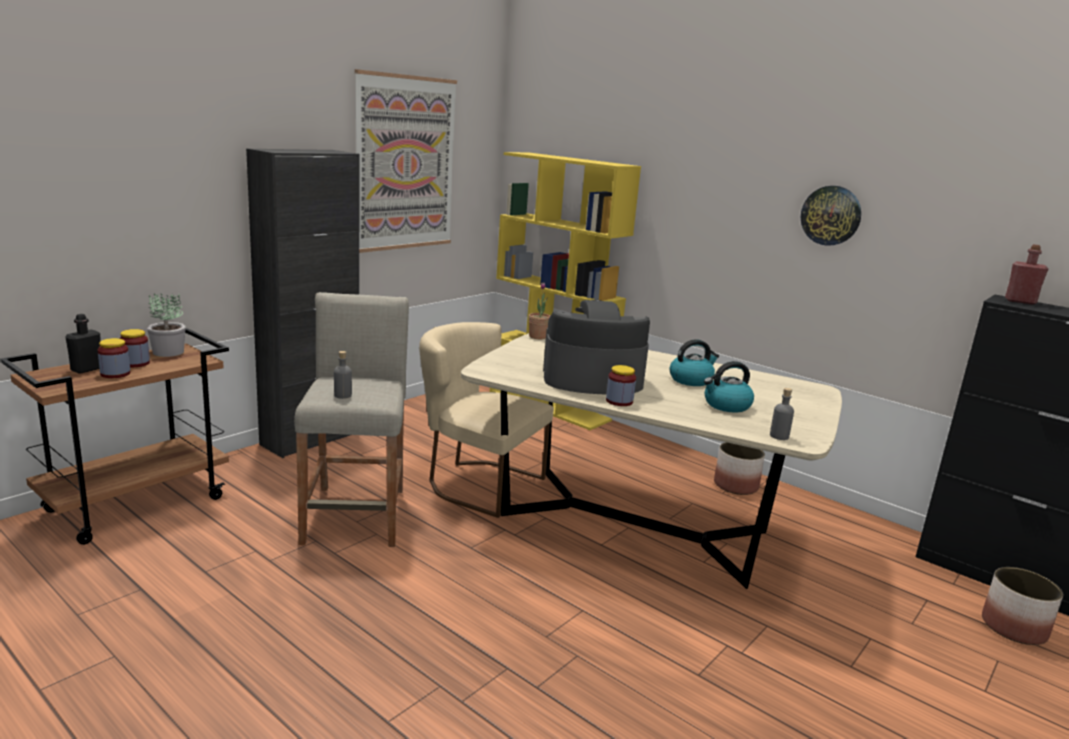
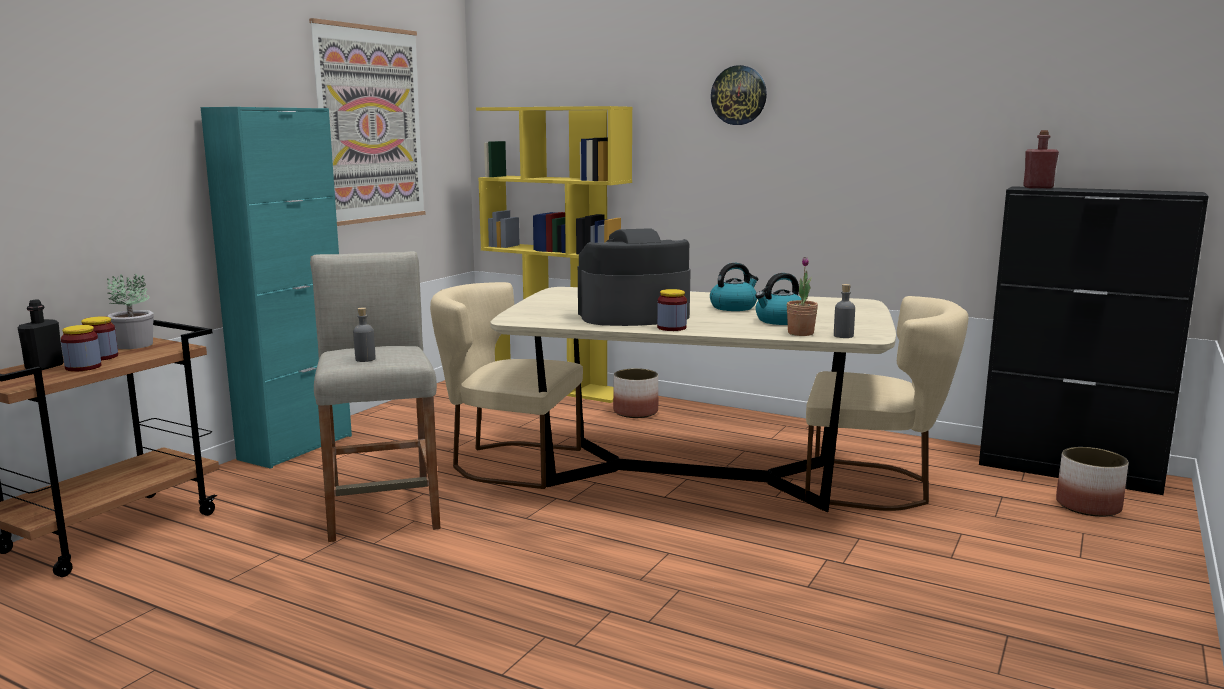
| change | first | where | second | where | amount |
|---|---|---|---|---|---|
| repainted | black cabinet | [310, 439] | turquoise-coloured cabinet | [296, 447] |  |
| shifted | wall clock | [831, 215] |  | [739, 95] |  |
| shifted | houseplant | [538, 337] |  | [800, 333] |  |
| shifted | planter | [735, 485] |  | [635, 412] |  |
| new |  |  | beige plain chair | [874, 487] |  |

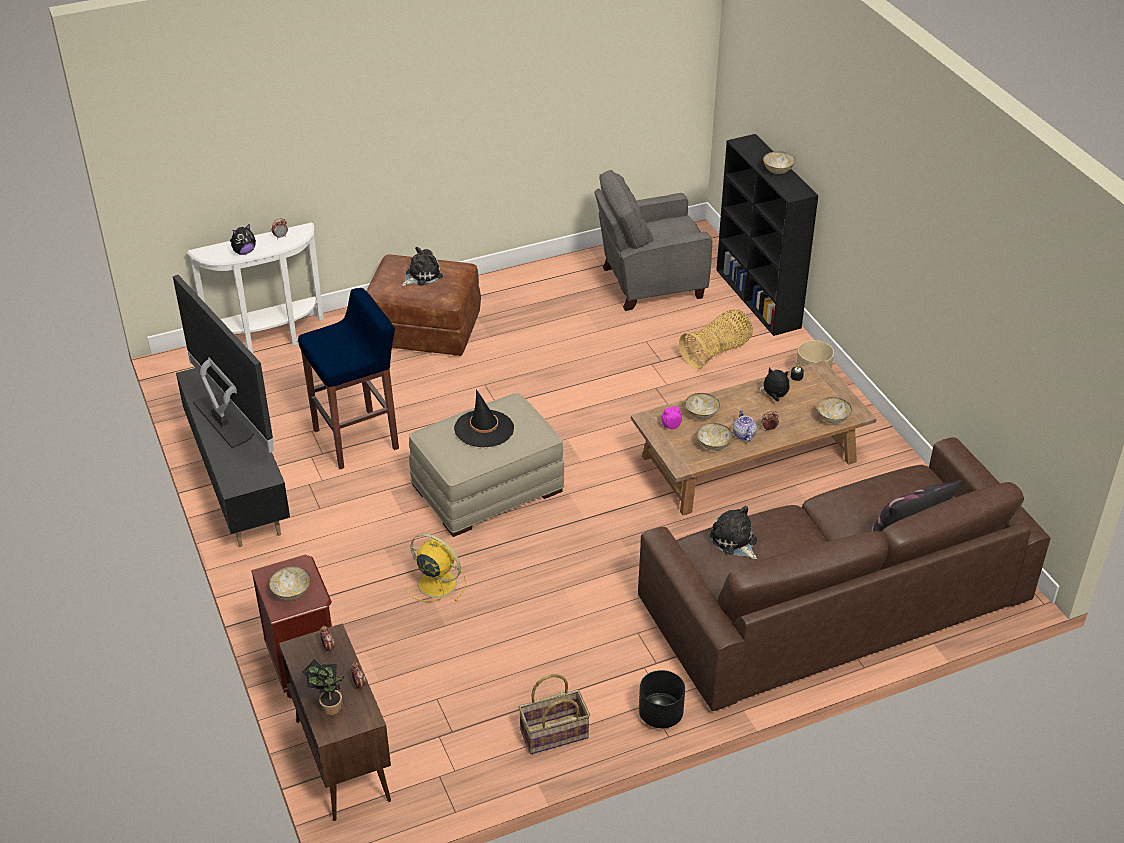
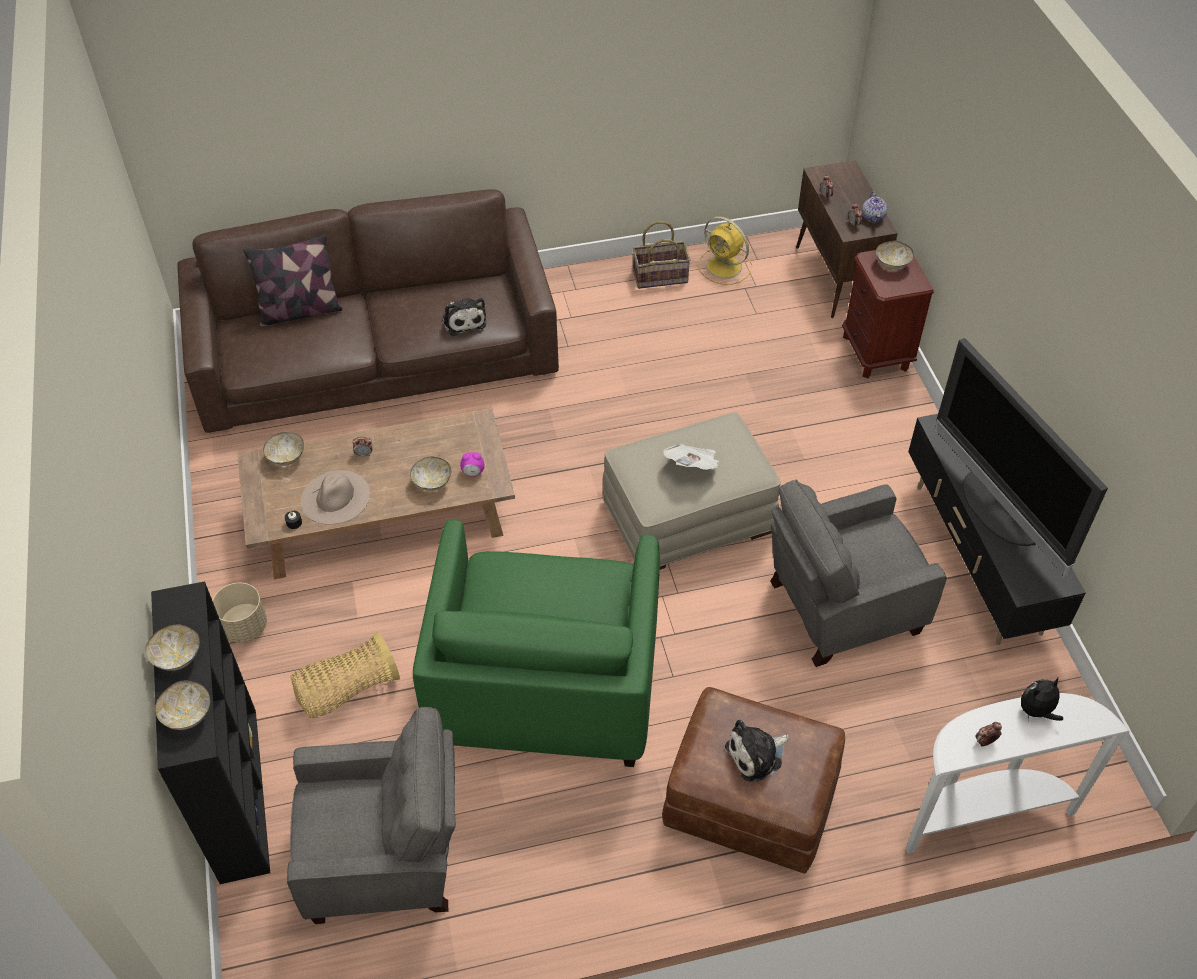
| change | first | where | second | where | amount |
|---|---|---|---|---|---|
| swapped | blue-coloured sitting stool | [357, 439] | grey armchair | [840, 607] |  |
| swapped | cuddly toy | [774, 396] | beige wearable hat | [335, 497] |  |
| swapped | black wearable hat | [484, 429] | newspaper | [693, 466] |  |
| shifted | pot for tea | [743, 434] |  | [873, 217] |  |
| shifted | bowl | [713, 446] |  | [188, 715] |  |
| shifted | yellow cooling fan | [435, 583] |  | [725, 267] |  |
| gone | houseplant | [328, 706] |  |  |  |
| gone | black planter | [660, 715] |  |  |  |
| new |  |  | green-coloured armchair | [544, 683] |  |

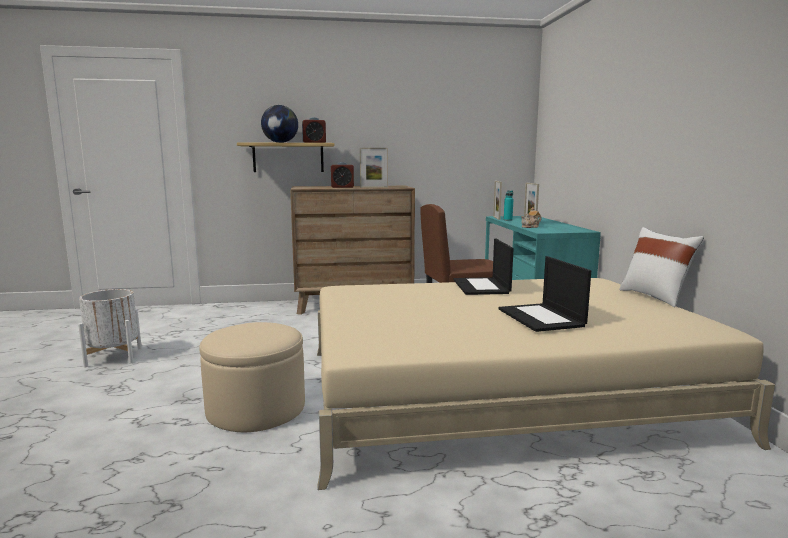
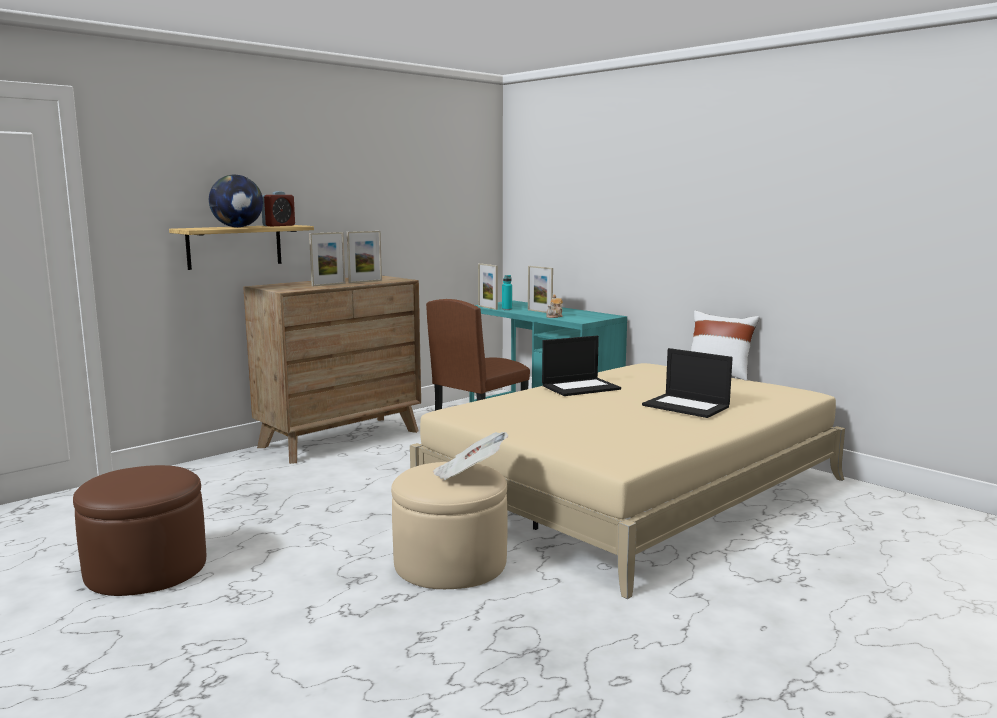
| change | first | where | second | where | amount |
|---|---|---|---|---|---|
| swapped | table clock | [342, 187] | picture frame | [328, 284] |  |
| rotated | laptop | [482, 287] |  | [581, 387] | 75 degrees counterclockwise |
| swapped | white planter | [114, 357] | brownish footrest | [146, 569] |  |
| new |  |  | newspaper | [469, 475] |  |

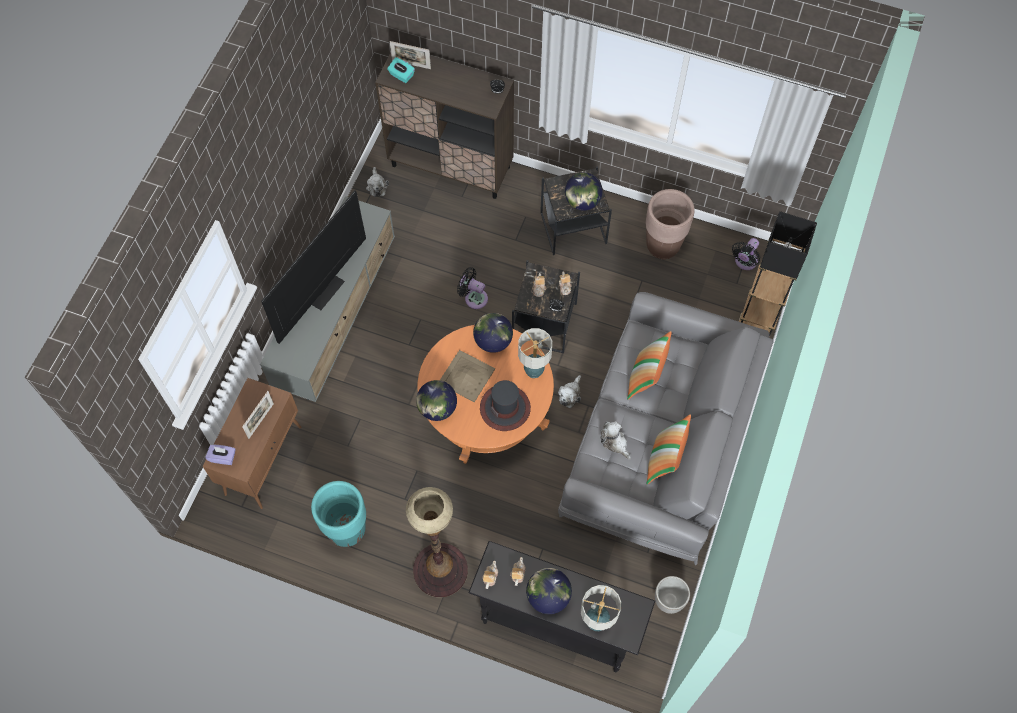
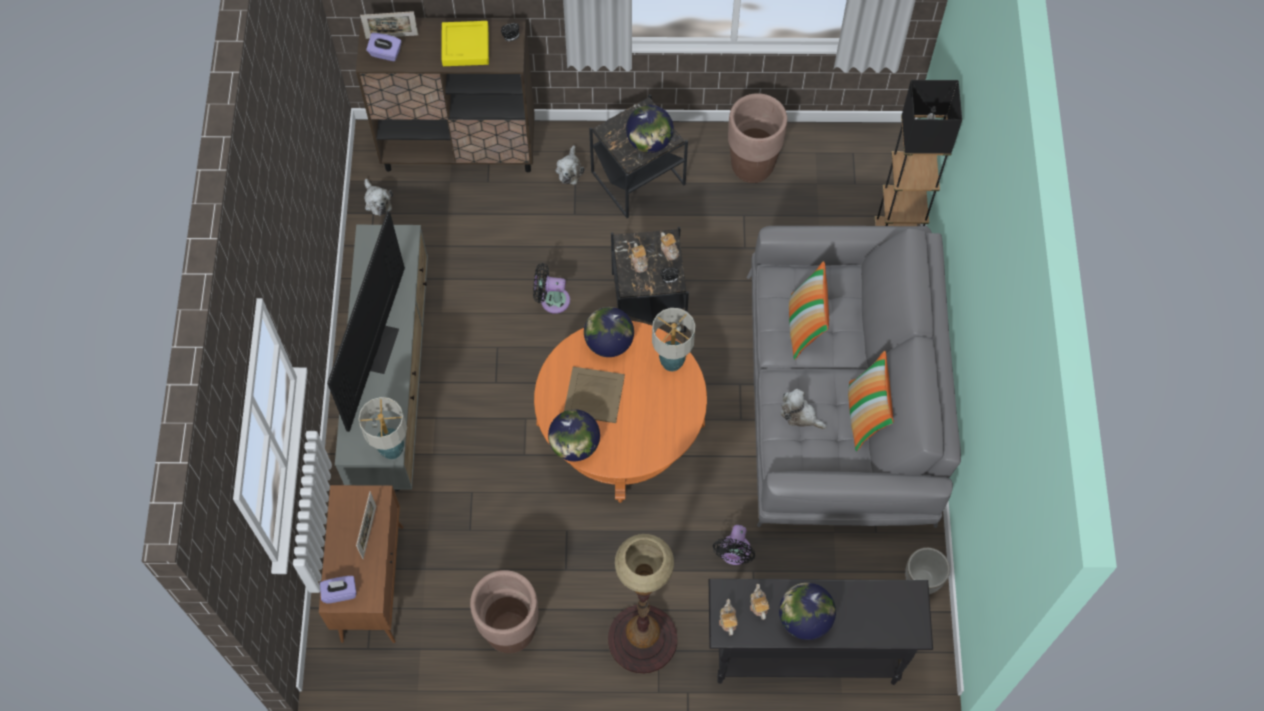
| change | first | where | second | where | amount |
|---|---|---|---|---|---|
| repainted | turquoise-coloured tissue holder | [401, 75] | purple-coloured tissue holder | [385, 53] |  |
| shifted | black cooling fan | [744, 262] |  | [734, 553] |  |
| shifted | cuddly toy | [570, 394] |  | [570, 170] |  |
| gone | wearable hat | [505, 408] |  |  |  |
| repainted | turquoise-coloured planter | [346, 530] | brownish planter | [510, 631] |  |
| shifted | lamp for a table | [596, 622] |  | [391, 450] |  |
| new |  |  | yellow carrying tray | [465, 46] |  |

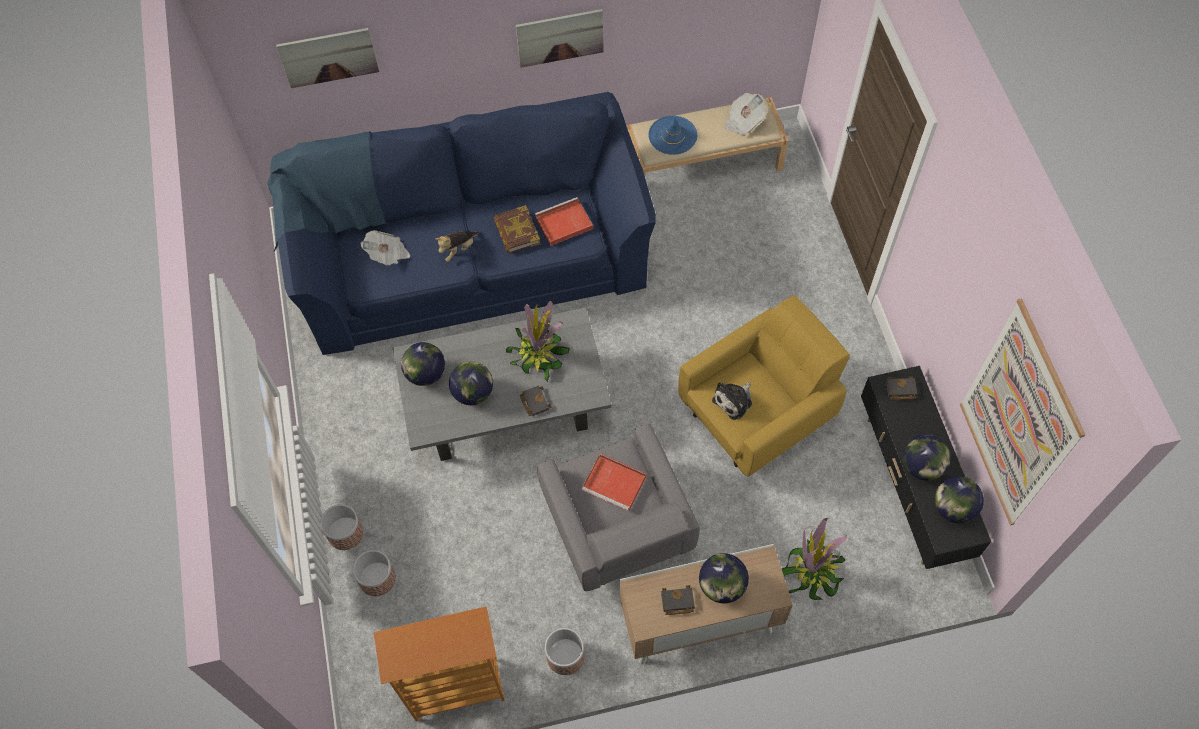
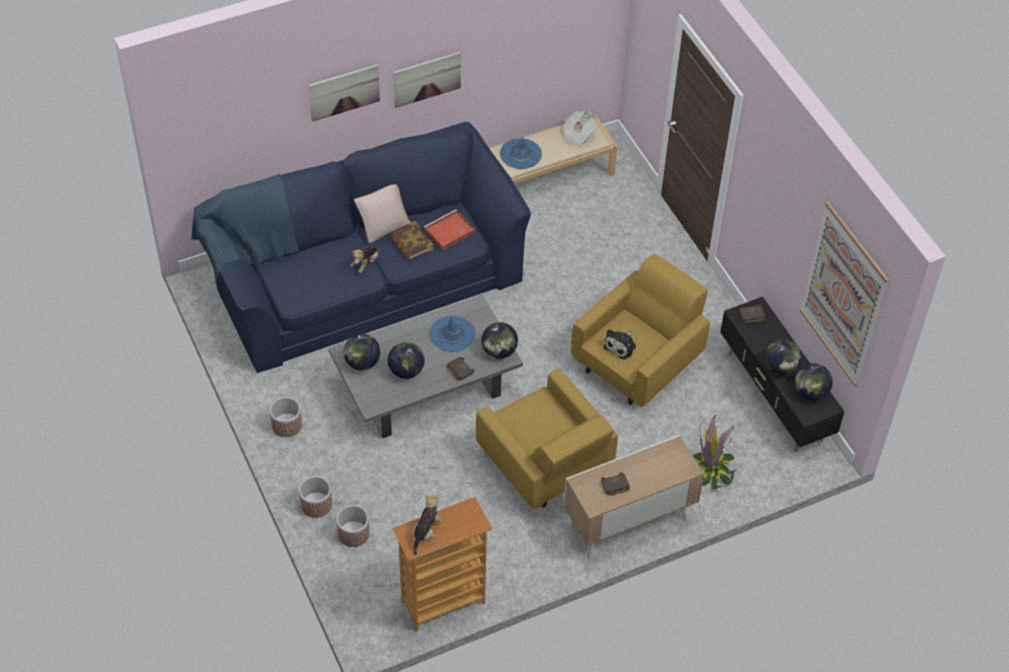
| change | first | where | second | where | amount |
|---|---|---|---|---|---|
| shifted | picture | [328, 57] |  | [344, 92] |  |
| gone | newspaper | [388, 254] |  |  |  |
| swapped | houseplant | [538, 353] | blue-coloured wearable hat | [452, 334] |  |
| repainted | grey armchair | [618, 529] | yellow armchair | [545, 465] |  |
| gone | red-coloured carrying tray | [615, 483] |  |  |  |
| shifted | globe | [721, 585] |  | [499, 351] |  |
| shifted | planter | [565, 656] |  | [286, 425] |  |
| new |  |  | beige throw pillow | [383, 225] |  |
| new |  |  | cuddly toy | [426, 532] |  |

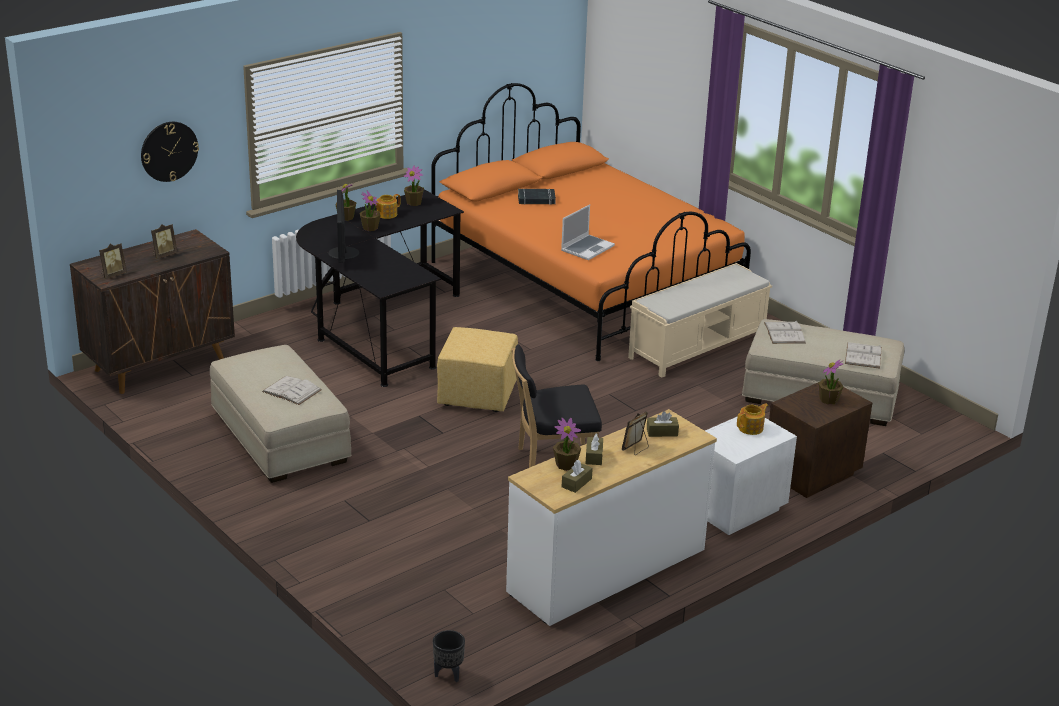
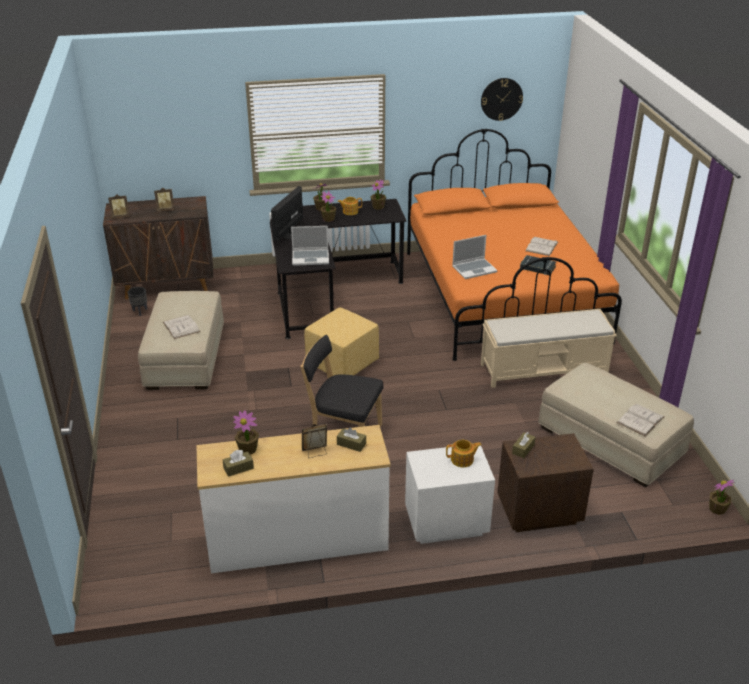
| change | first | where | second | where | amount |
|---|---|---|---|---|---|
| shifted | wall clock | [169, 151] |  | [501, 99] |  |
| shifted | black bound book | [536, 200] |  | [537, 268] |  |
| shifted | white bound book | [784, 333] |  | [541, 246] |  |
| shifted | houseplant | [828, 400] |  | [717, 509] |  |
| shifted | brownish tissue holder | [594, 456] |  | [523, 449] |  |
| shifted | black planter | [448, 674] |  | [139, 311] |  |
| new |  |  | laptop | [311, 258] |  |

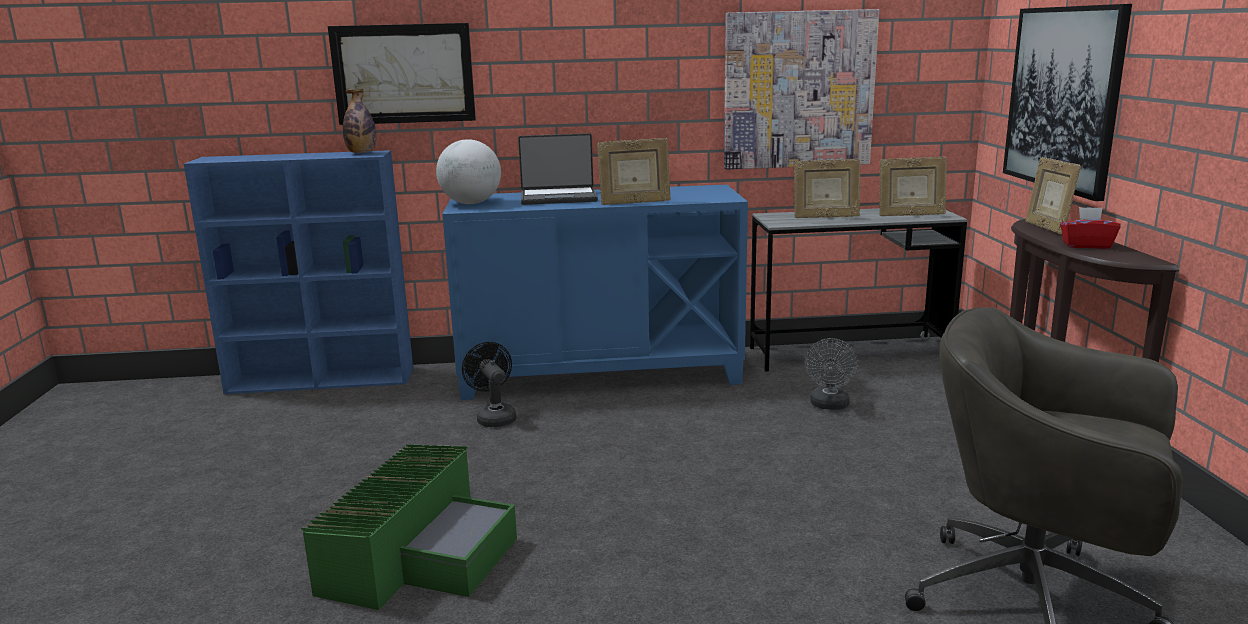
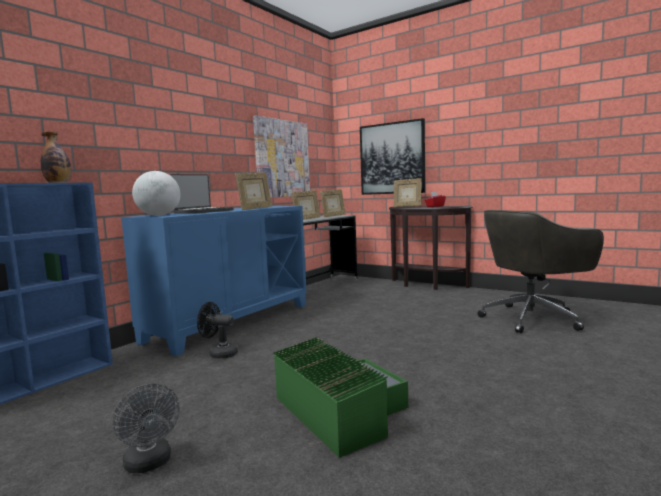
| change | first | where | second | where | amount |
|---|---|---|---|---|---|
| gone | picture | [403, 74] |  |  |  |
| shifted | grey cooling fan | [829, 406] |  | [150, 464] |  |

